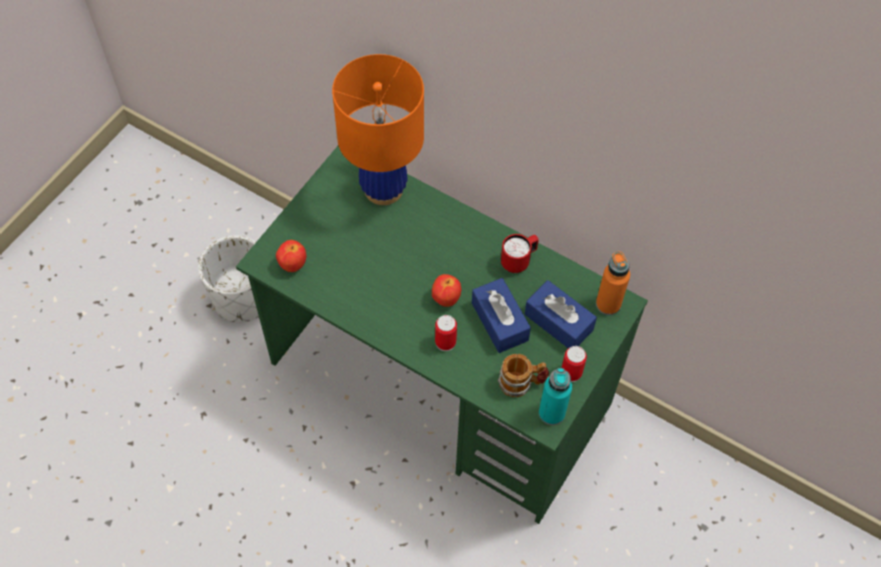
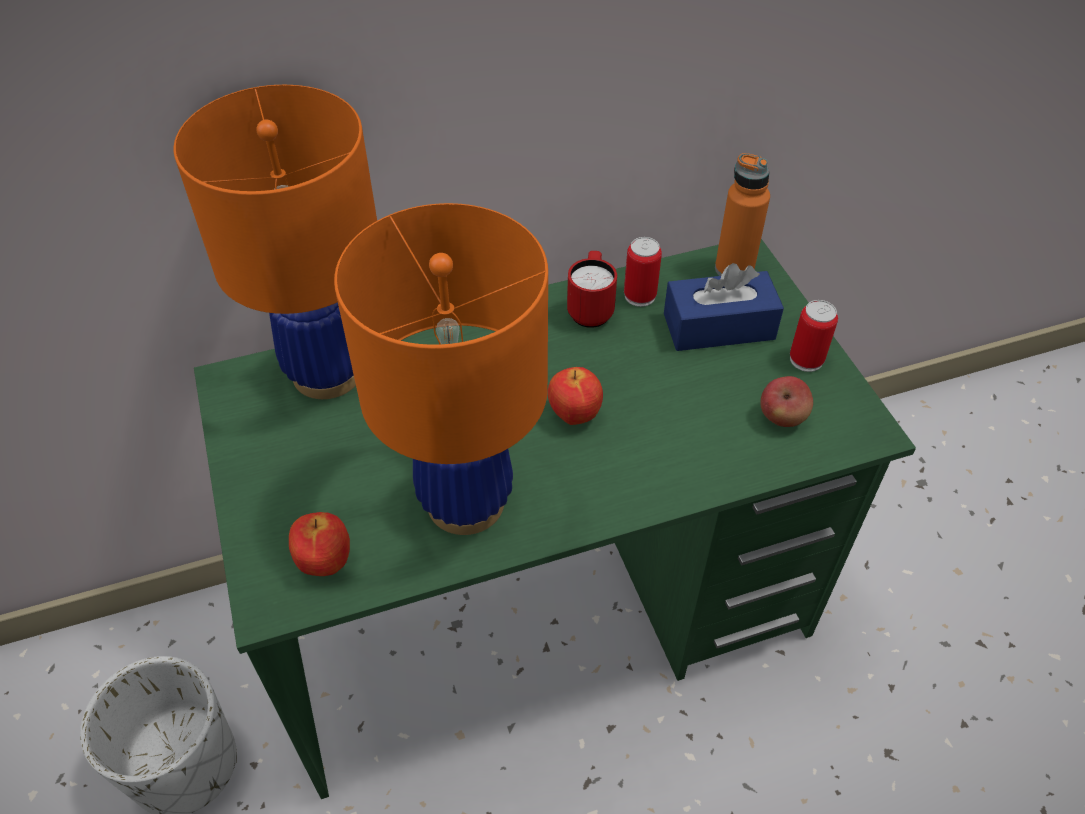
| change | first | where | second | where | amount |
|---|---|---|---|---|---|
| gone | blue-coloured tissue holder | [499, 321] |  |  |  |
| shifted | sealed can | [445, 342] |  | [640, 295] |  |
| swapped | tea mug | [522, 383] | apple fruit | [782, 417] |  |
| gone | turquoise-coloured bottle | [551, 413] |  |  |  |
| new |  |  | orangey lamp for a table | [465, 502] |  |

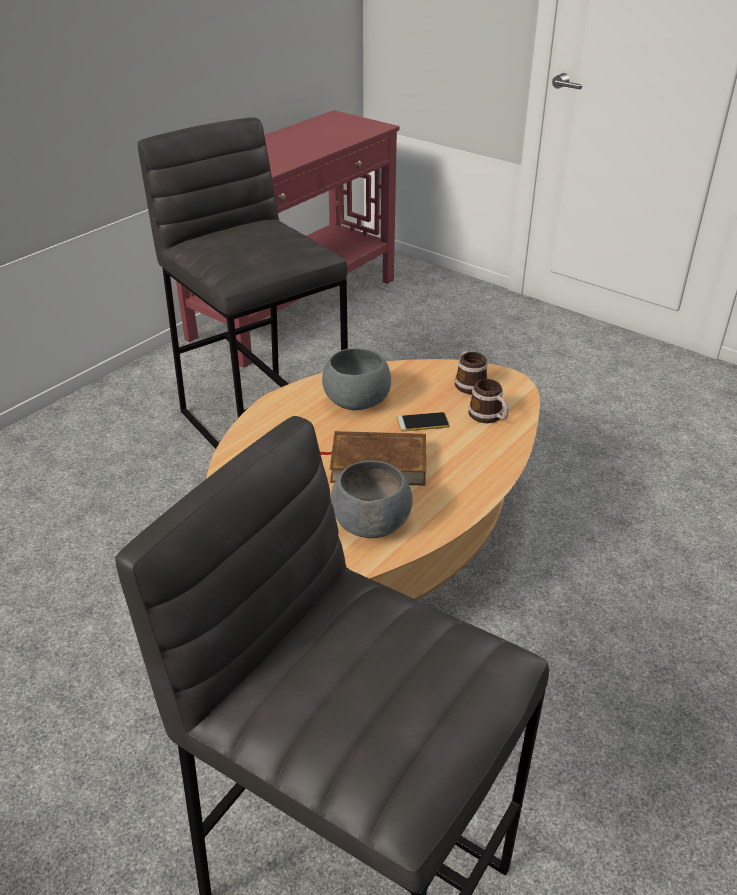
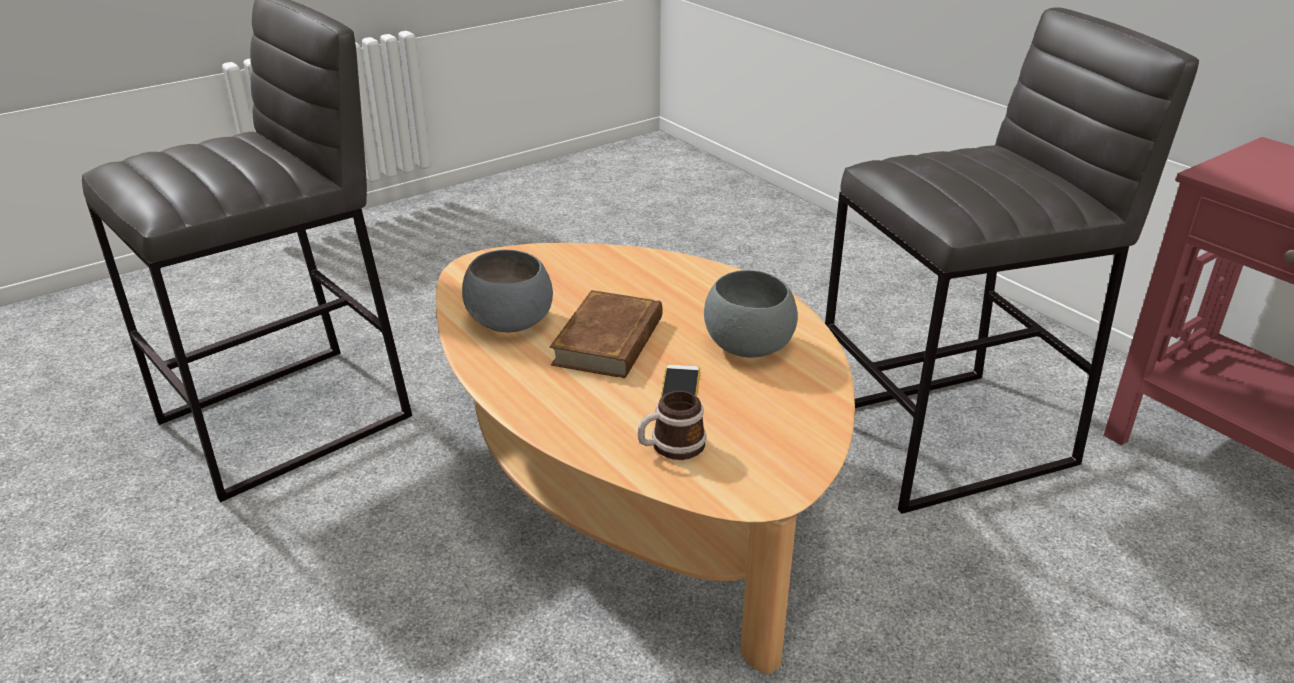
| change | first | where | second | where | amount |
|---|---|---|---|---|---|
| gone | tea mug | [469, 383] |  |  |  |

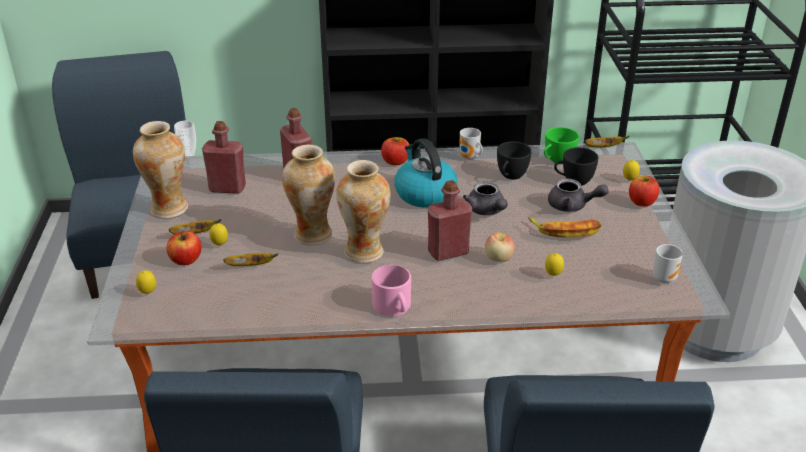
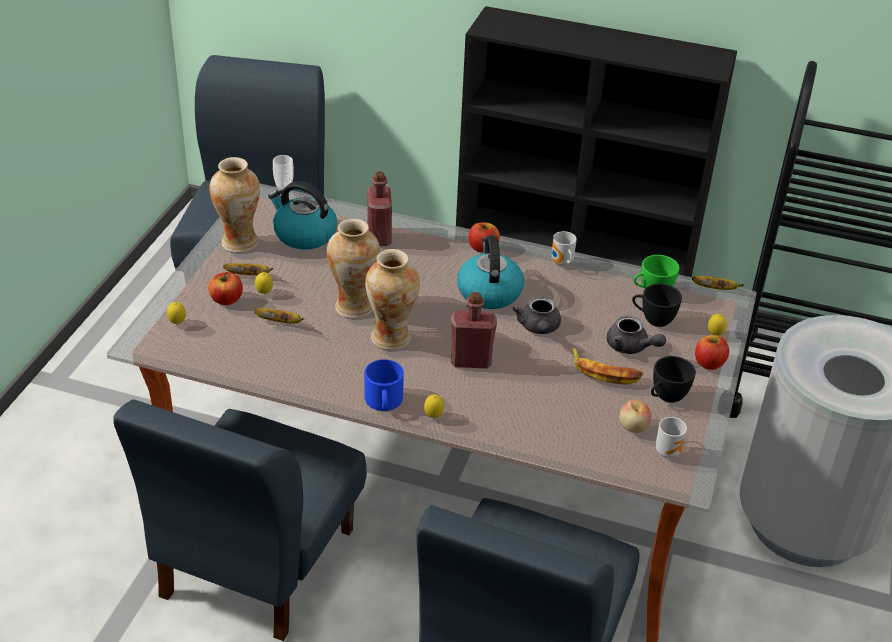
| change | first | where | second | where | amount |
|---|---|---|---|---|---|
| swapped | red-coloured bottle | [227, 188] | tea kettle | [304, 235] |  |
| shifted | black drinking cup | [510, 176] |  | [666, 397] |  |
| shifted | apple fruit | [499, 258] |  | [633, 427] |  |
| shifted | citrus fruit | [553, 275] |  | [433, 416] |  |
| repainted | pink tea mug | [393, 307] | blue-coloured tea mug | [384, 401] |  |

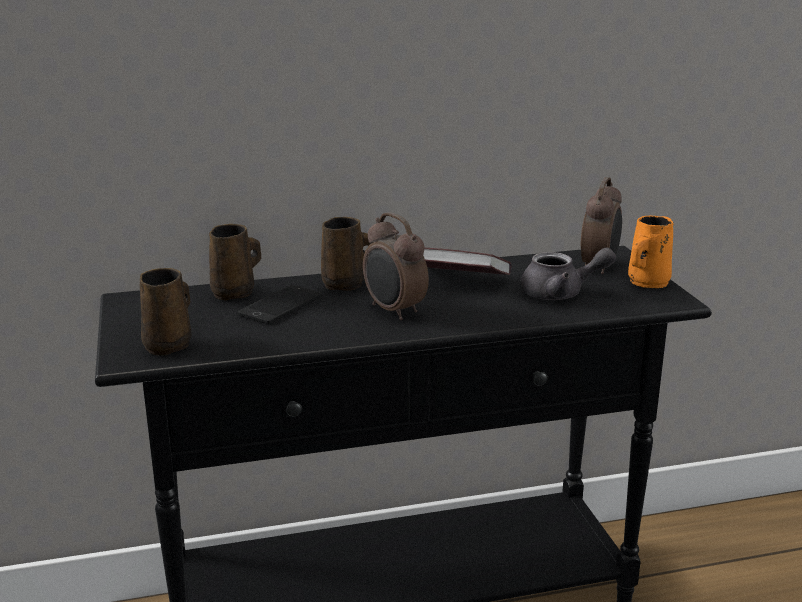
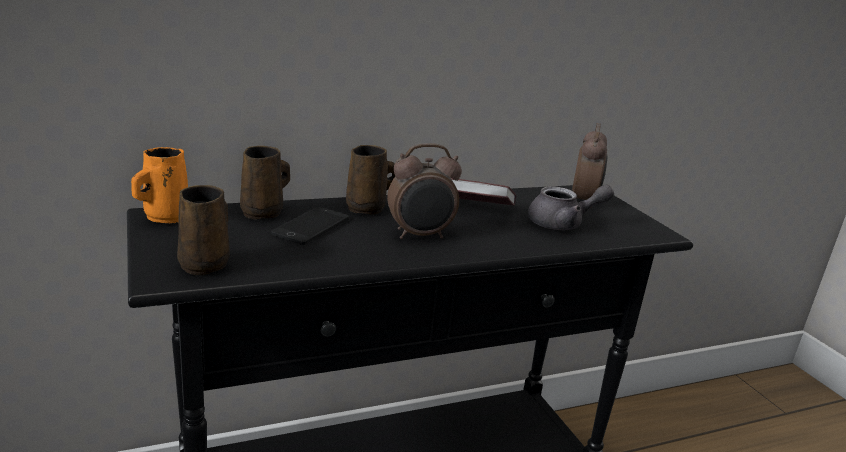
| change | first | where | second | where | amount |
|---|---|---|---|---|---|
| rotated | table clock | [394, 311] |  | [420, 235] | 60 degrees counterclockwise |
| shifted | orangey tea mug | [647, 283] |  | [164, 217] |  |

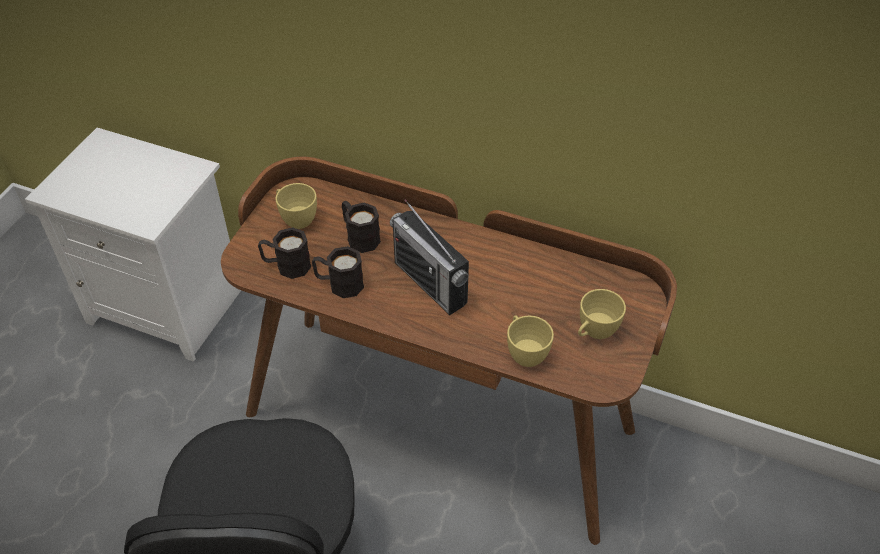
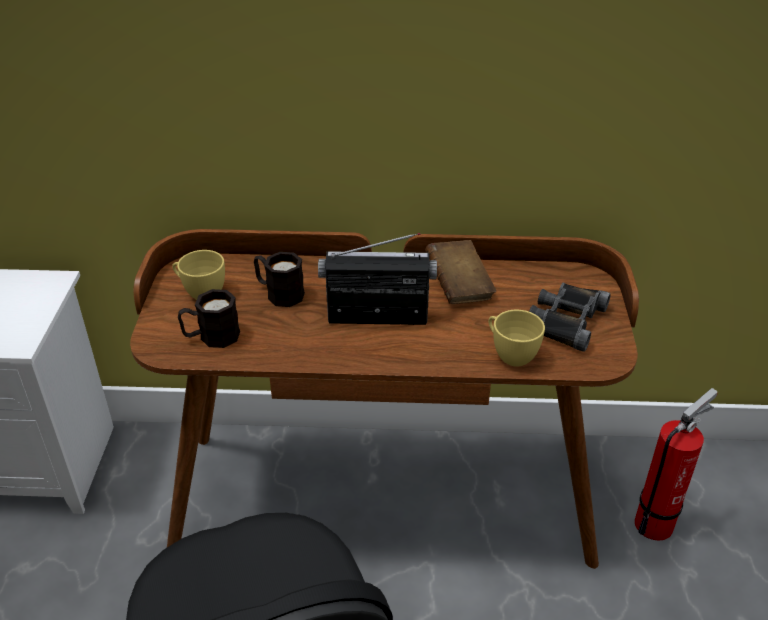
| change | first | where | second | where | amount |
|---|---|---|---|---|---|
| rotated | radio receiver | [430, 283] |  | [377, 317] | 150 degrees clockwise |
| gone | black tea mug | [339, 284] |  |  |  |
| swapped | yellow drinking cup | [594, 332] | black binoculars | [566, 320] |  |
| new |  |  | brownish bound book | [459, 287] |  |
| new |  |  | fire-fighting cylinder | [657, 522] |  |

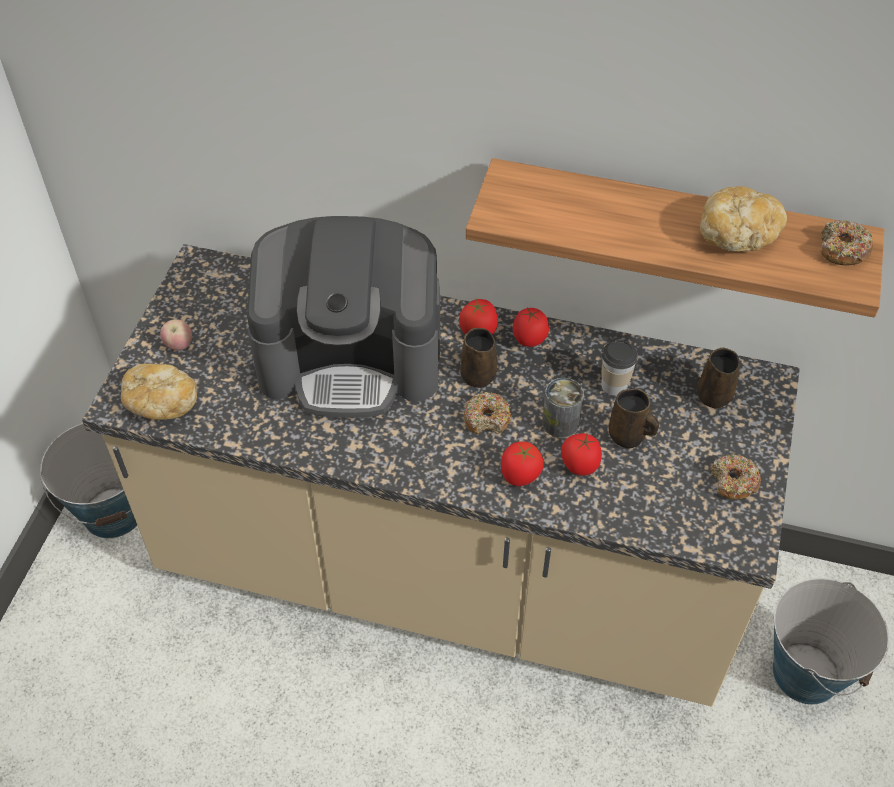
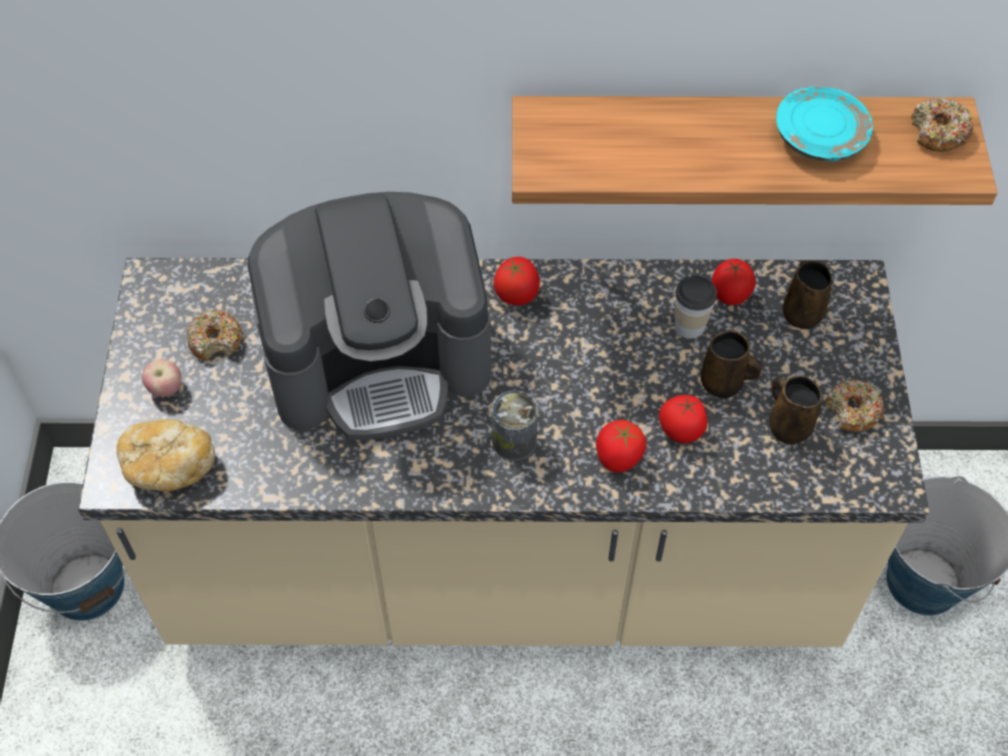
| change | first | where | second | where | amount |
|---|---|---|---|---|---|
| swapped | bakery bread | [737, 234] | turquoise-coloured dinner plate | [820, 136] |  |
| shifted | tomato | [529, 340] |  | [729, 296] |  |
| shifted | brownish tea mug | [477, 373] |  | [788, 425] |  |
| shifted | sealed can | [560, 423] |  | [514, 441] |  |
| shifted | donut | [487, 419] |  | [216, 340] |  |

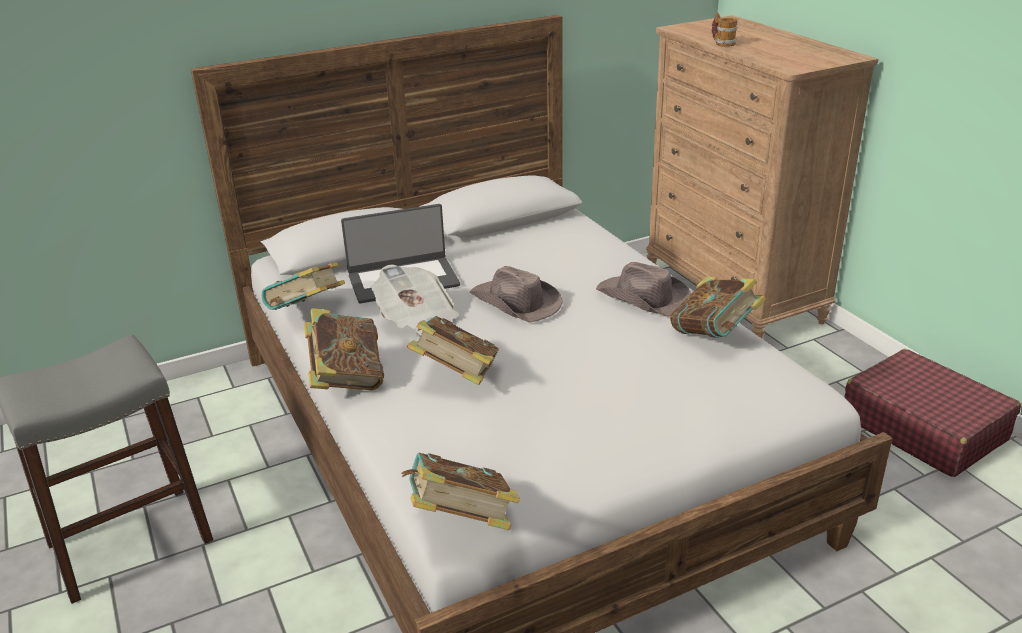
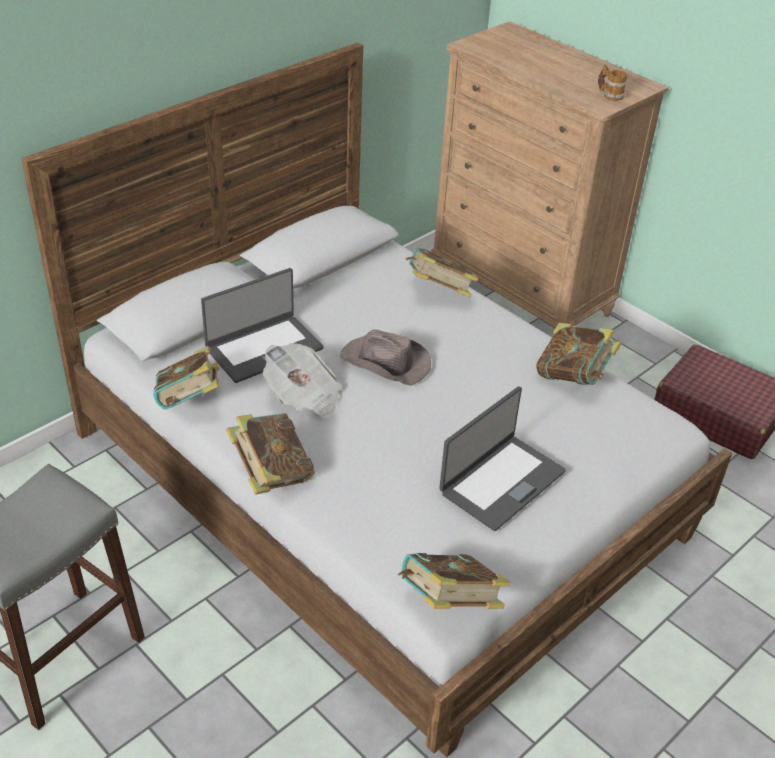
| change | first | where | second | where | amount |
|---|---|---|---|---|---|
| shifted | tea mug | [722, 43] |  | [609, 95] |  |
| gone | brownish wearable hat | [644, 298] |  |  |  |
| shifted | bound book | [456, 377] |  | [438, 293] |  |
| new |  |  | laptop | [501, 481] |  |

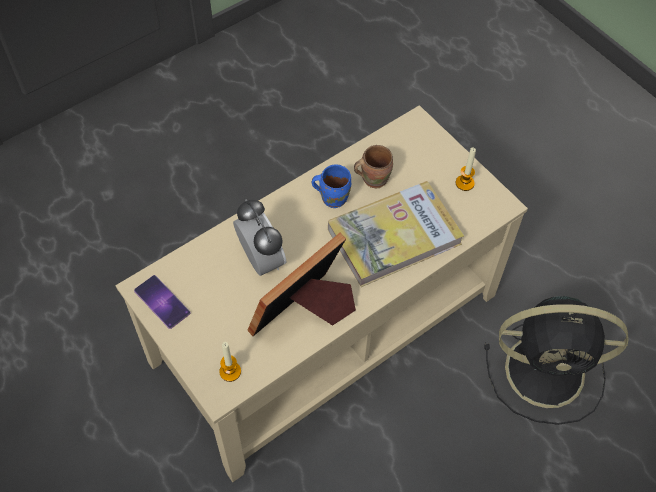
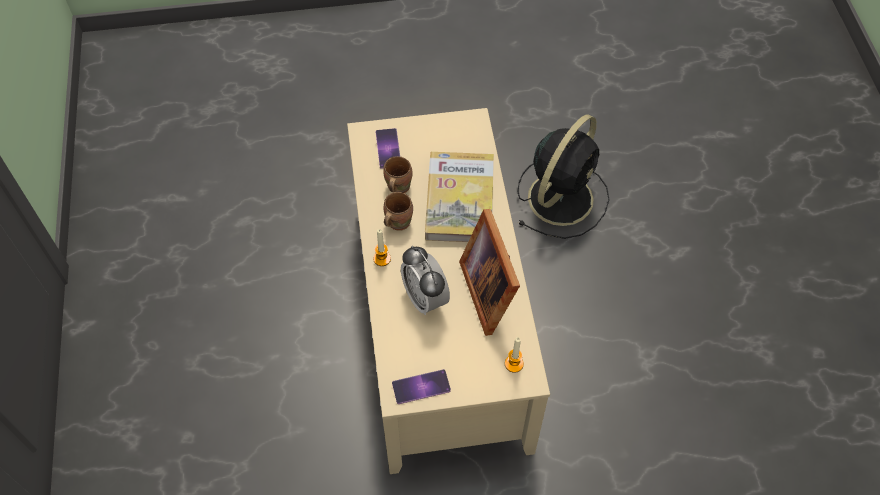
| change | first | where | second | where | amount |
|---|---|---|---|---|---|
| shifted | wax light | [464, 183] |  | [382, 258] |  |
| repainted | blue-coloured tea mug | [333, 197] | brownish tea mug | [397, 222] |  |
| rotated | table clock | [261, 260] |  | [425, 298] | 120 degrees counterclockwise |
| new |  |  | phone | [388, 148] |  |

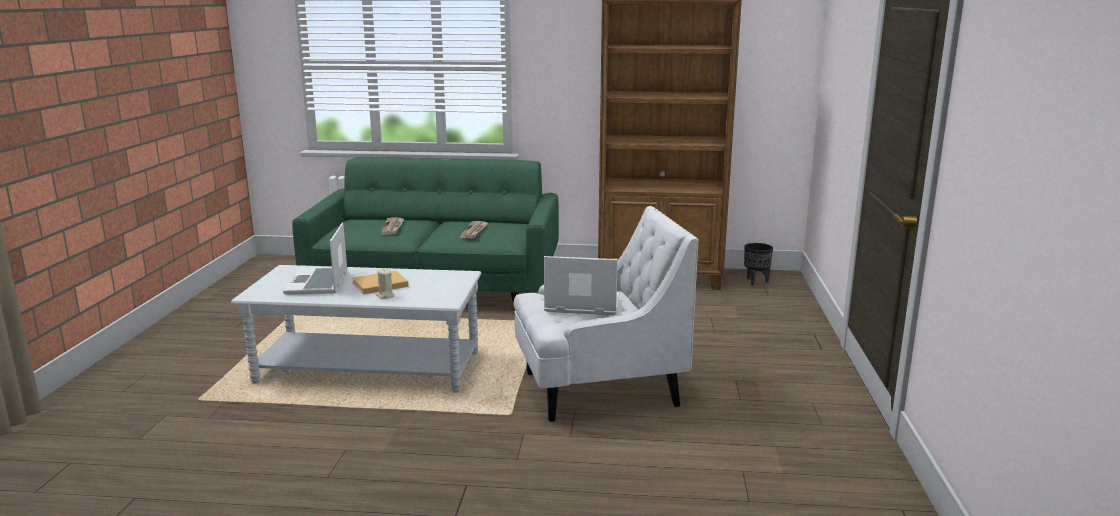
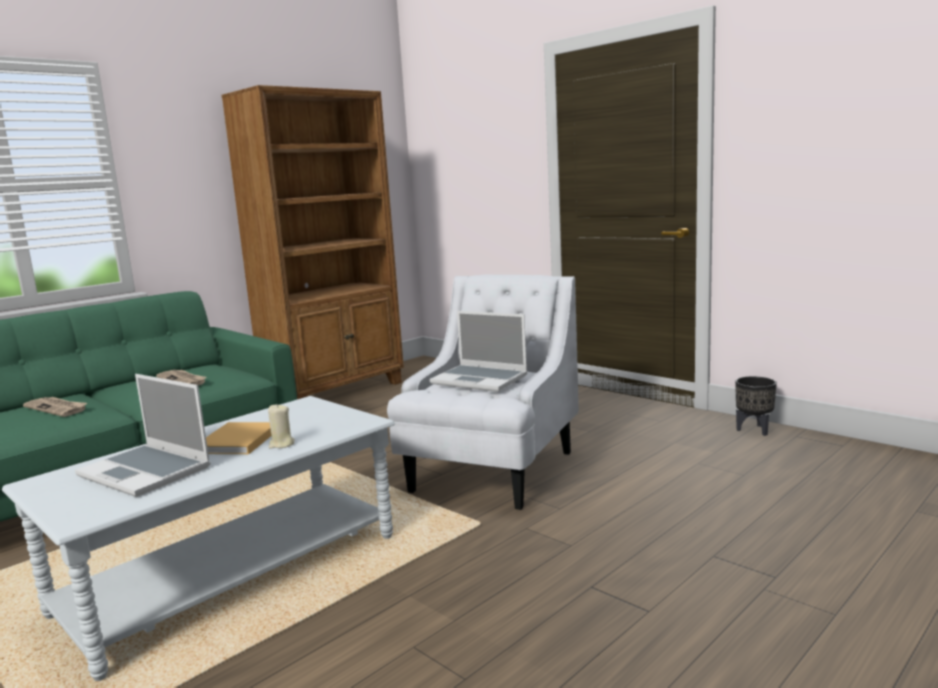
| change | first | where | second | where | amount |
|---|---|---|---|---|---|
| shifted | black planter | [756, 282] |  | [754, 430] |  |
| rotated | laptop | [581, 305] |  | [481, 380] | 105 degrees counterclockwise |

